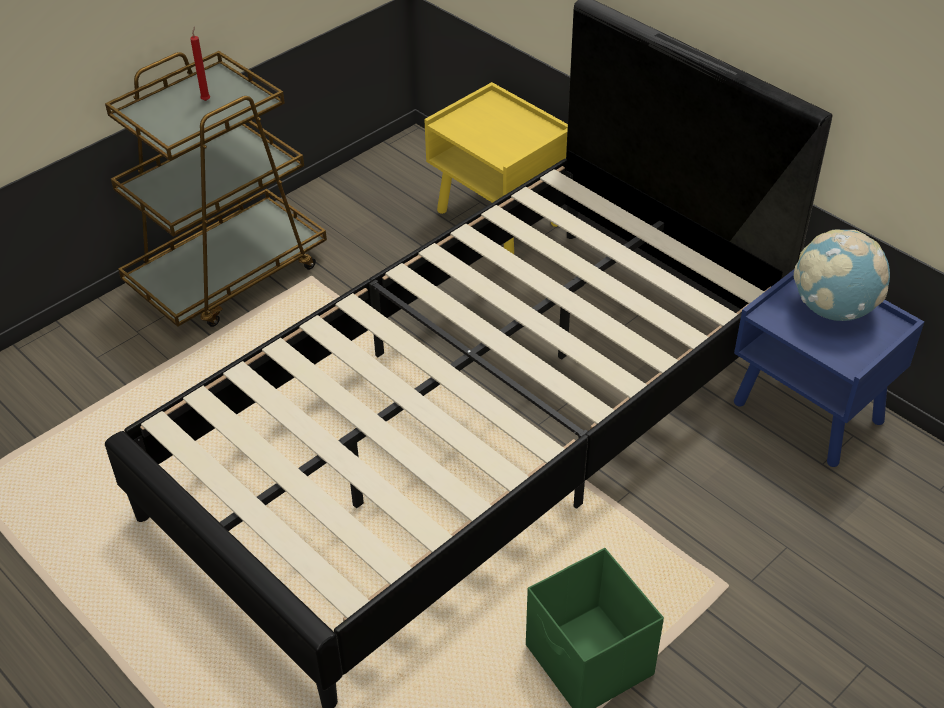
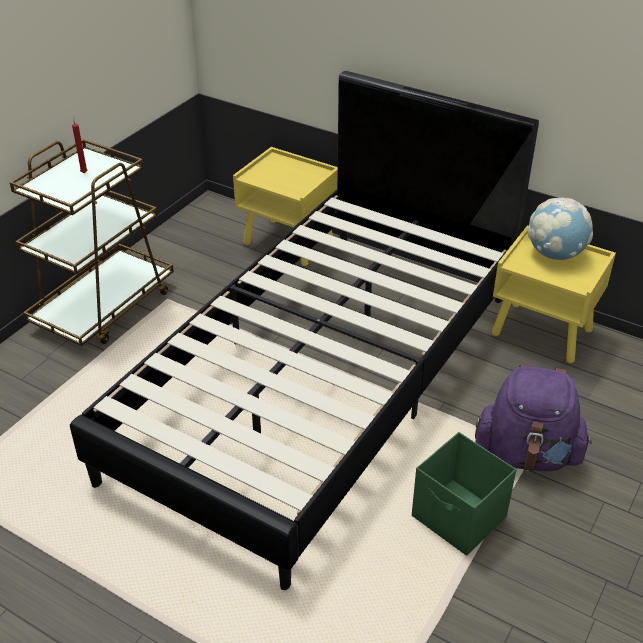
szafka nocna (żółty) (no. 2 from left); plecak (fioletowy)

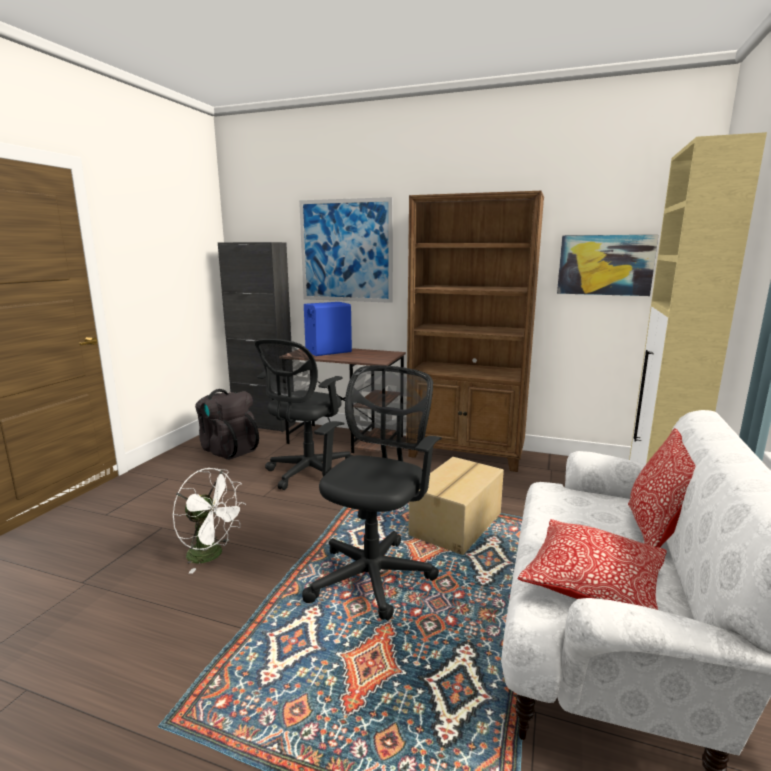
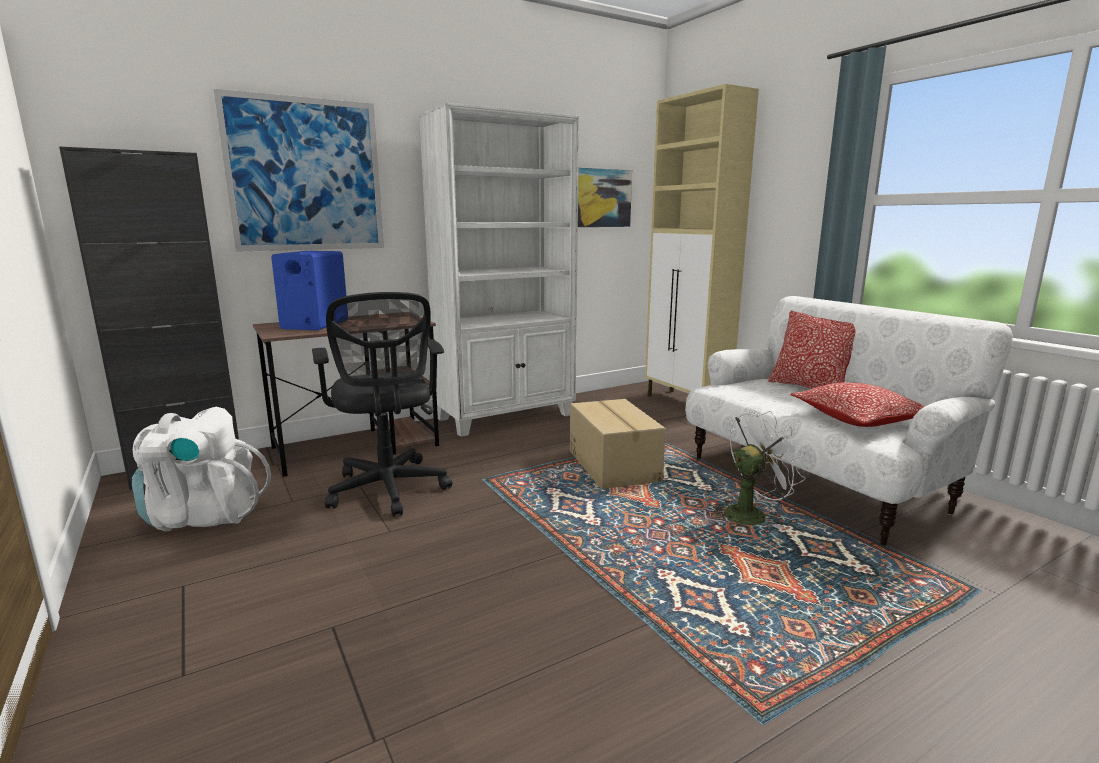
regał (biały); krzesło biurowe (czarny) (no. 2 from left in the first image); plecak (biały); wentylator (biały)

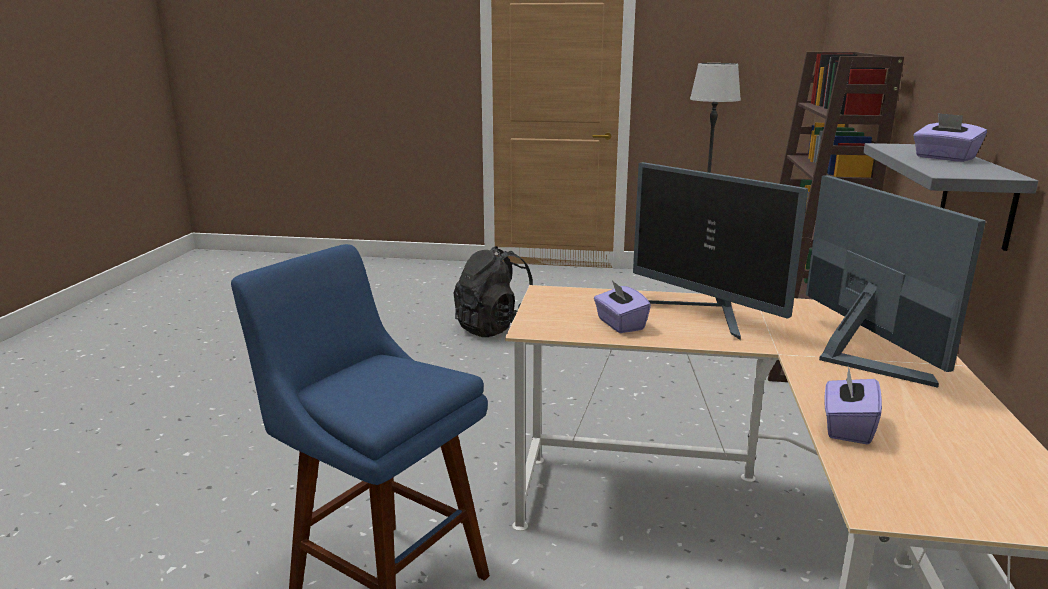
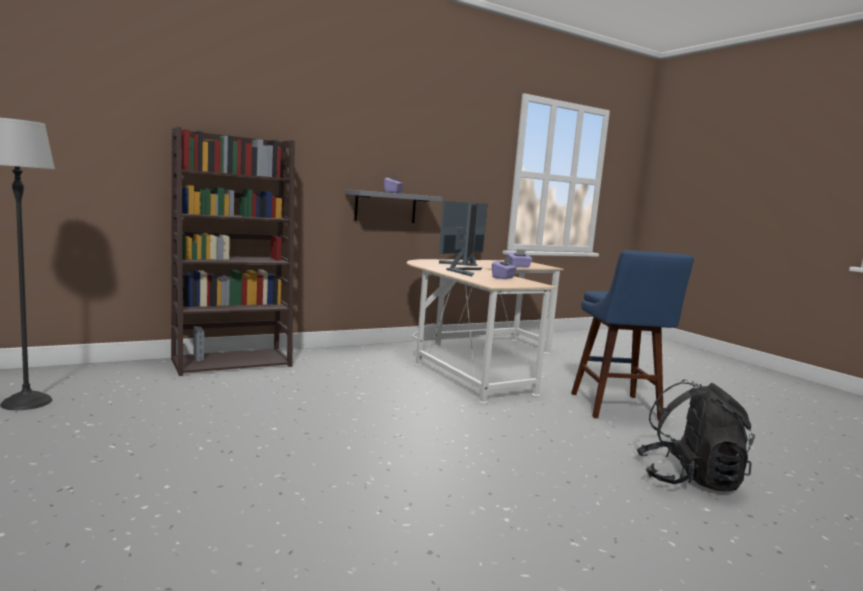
plecak (czarny)

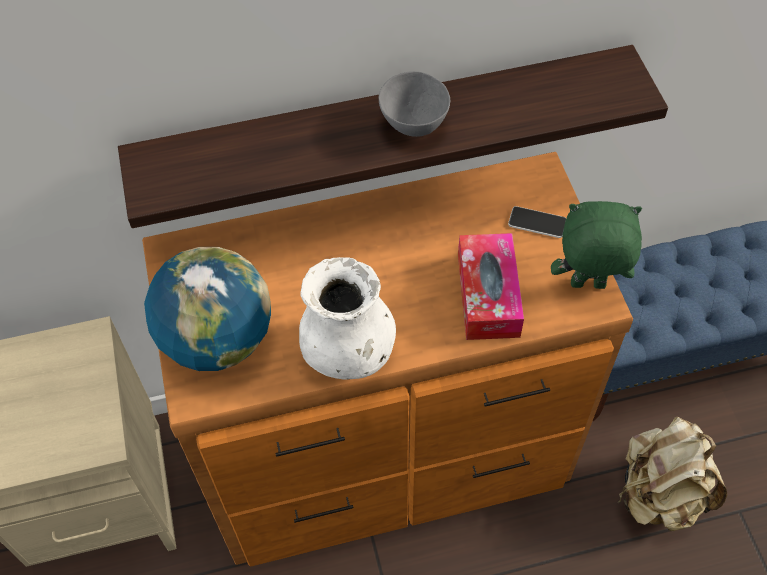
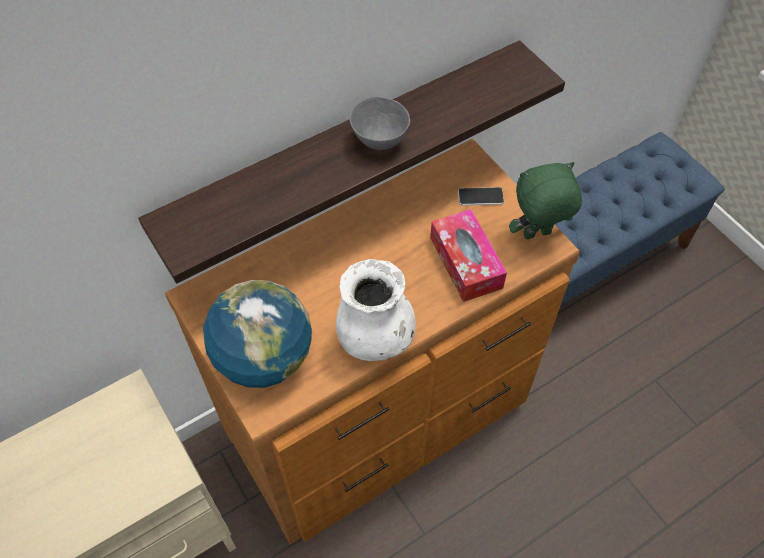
plecak (beżowy)

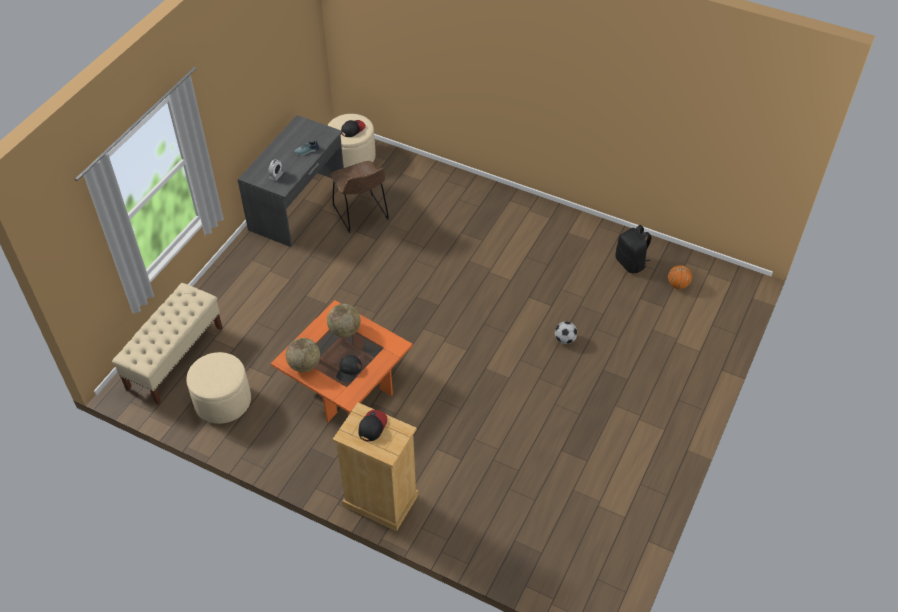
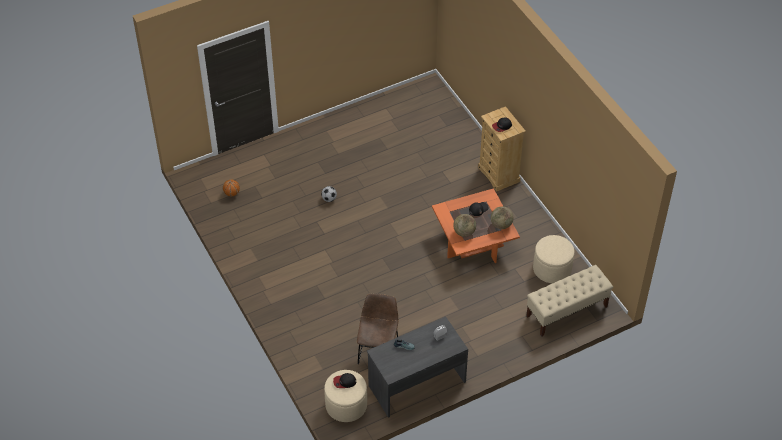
plecak (czarny)

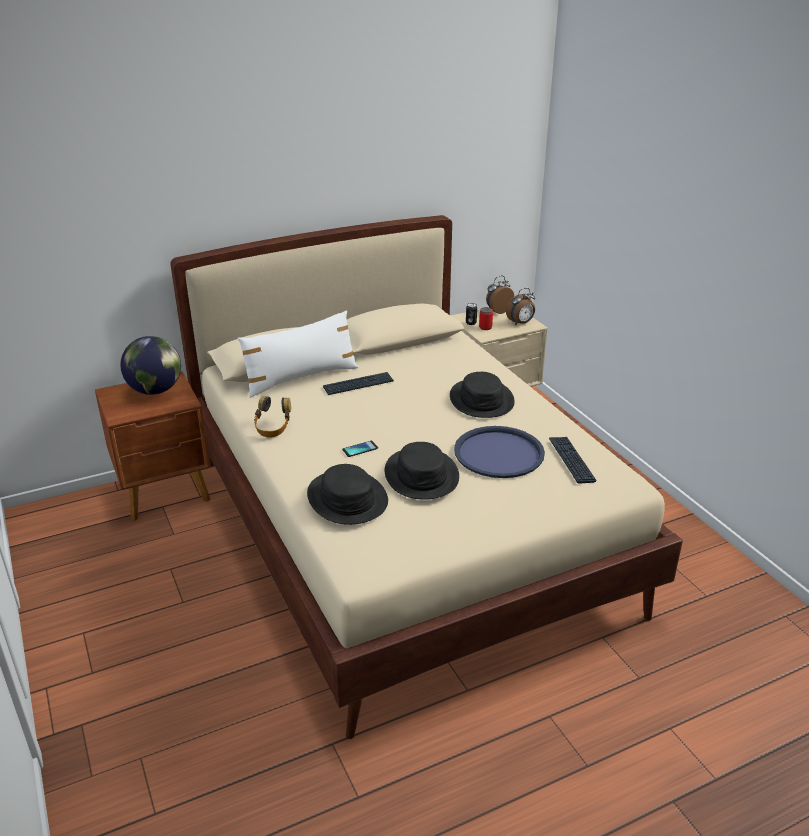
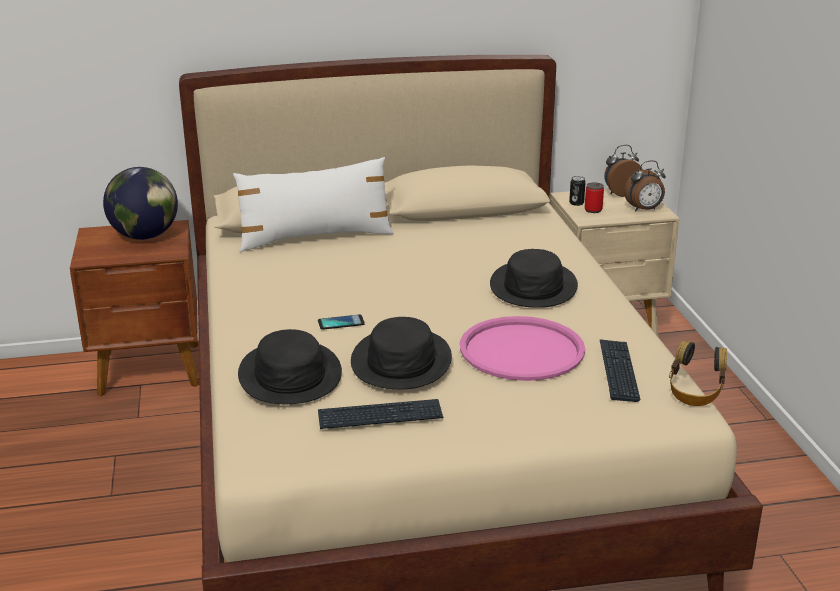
klawiatura (no. 1 from left); słuchawki; taca (różowy)

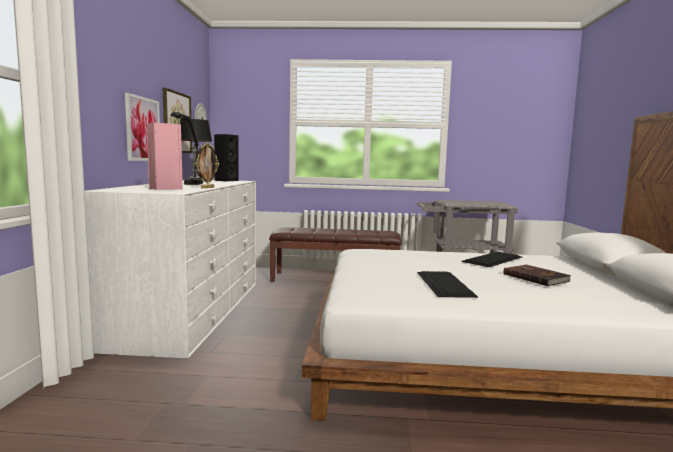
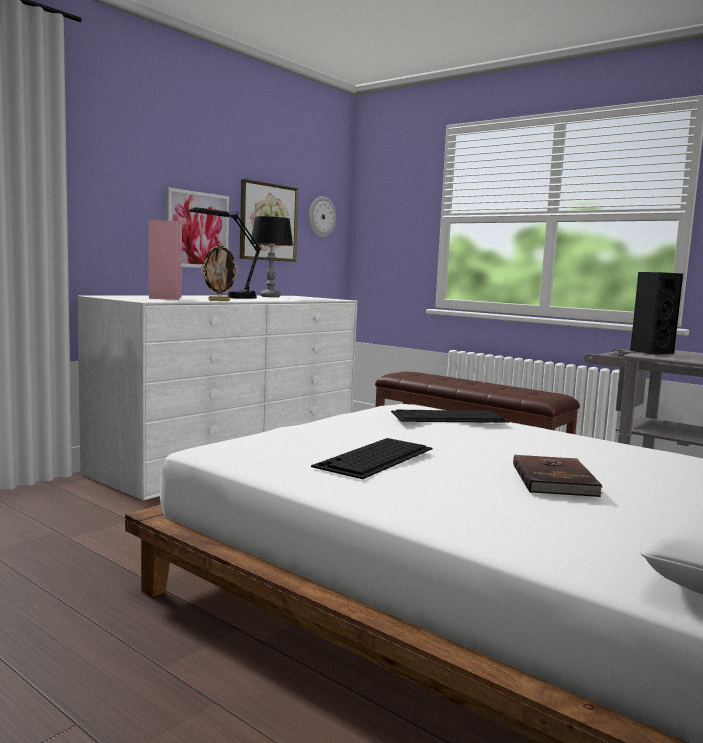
głośnik (czarny); klawiatura (no. 2 from left)

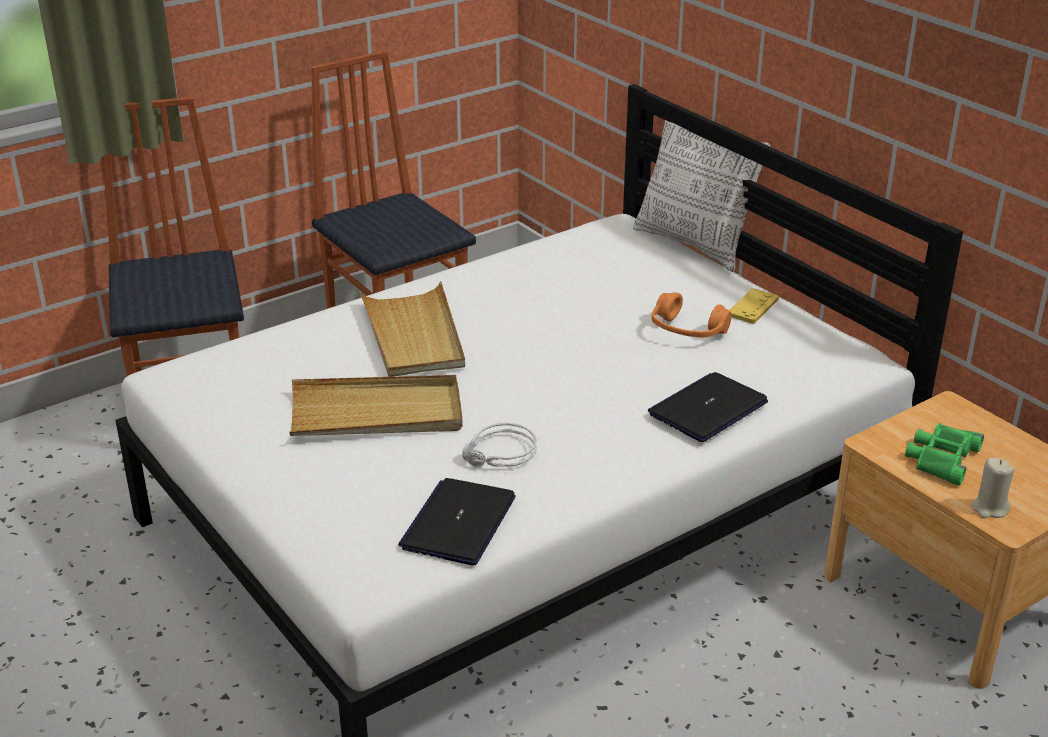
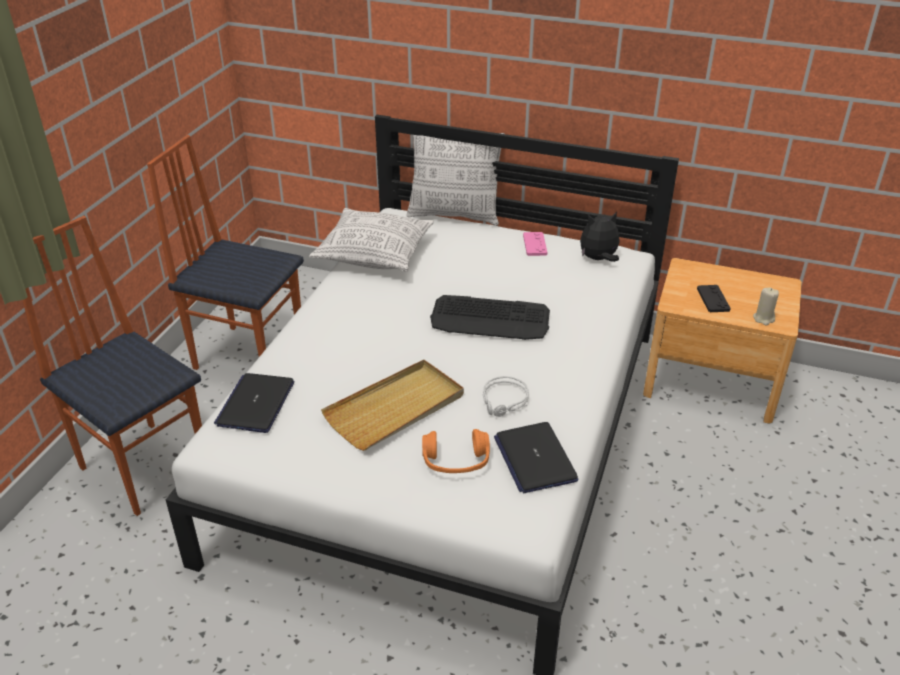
taca (beżowy) (no. 2 from left in the first image); pad do gier (różowy); słuchawki (pomarańczowy); laptop (no. 1 from left); pad do gier (czarny); poduszka (no. 1 from left); pluszak; klawiatura

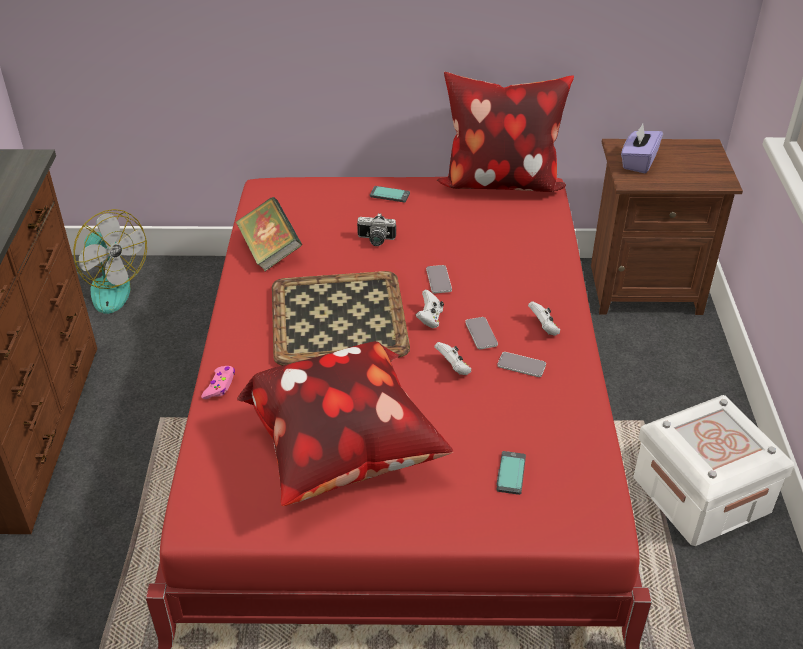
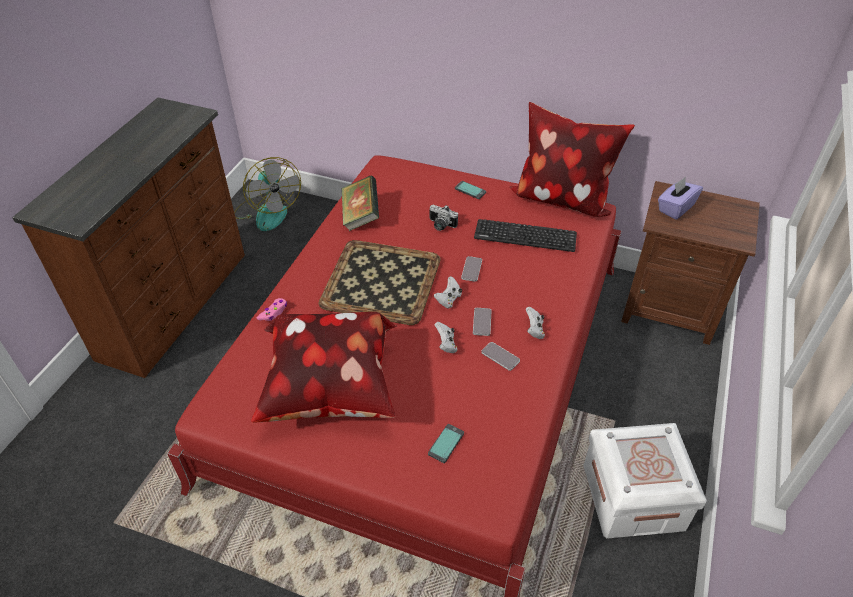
klawiatura

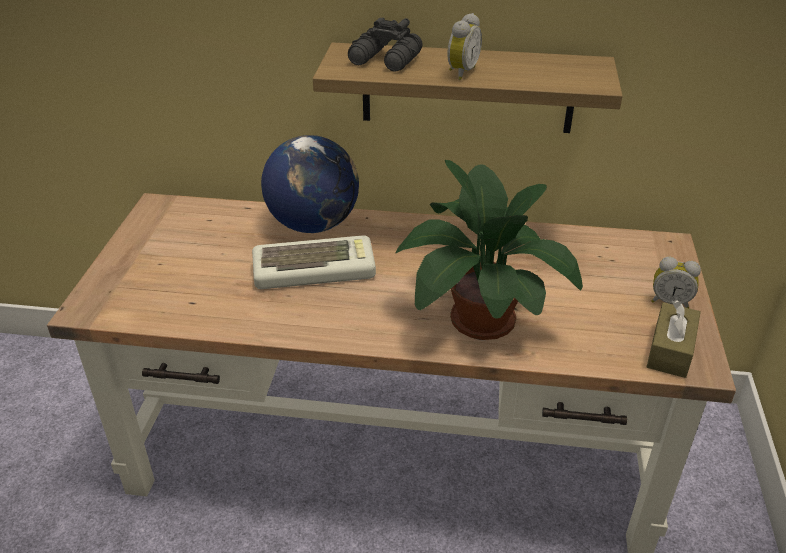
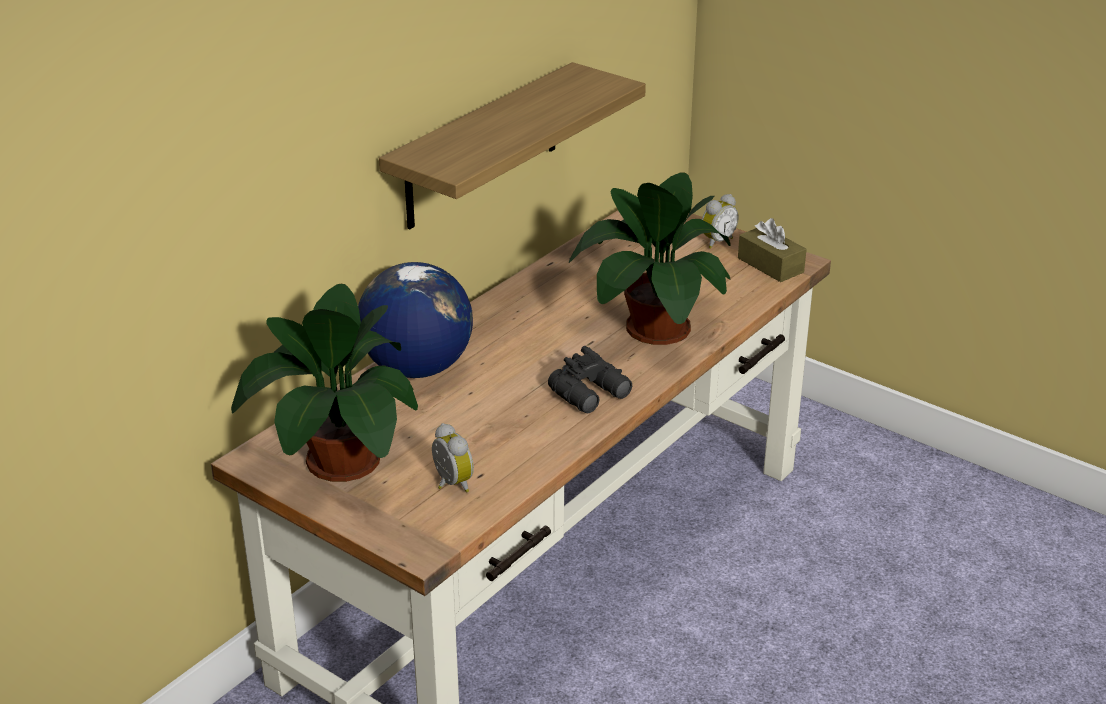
budzik (no. 1 from left); lornetka (czarny); klawiatura; roślina doniczkowa (no. 1 from left)

